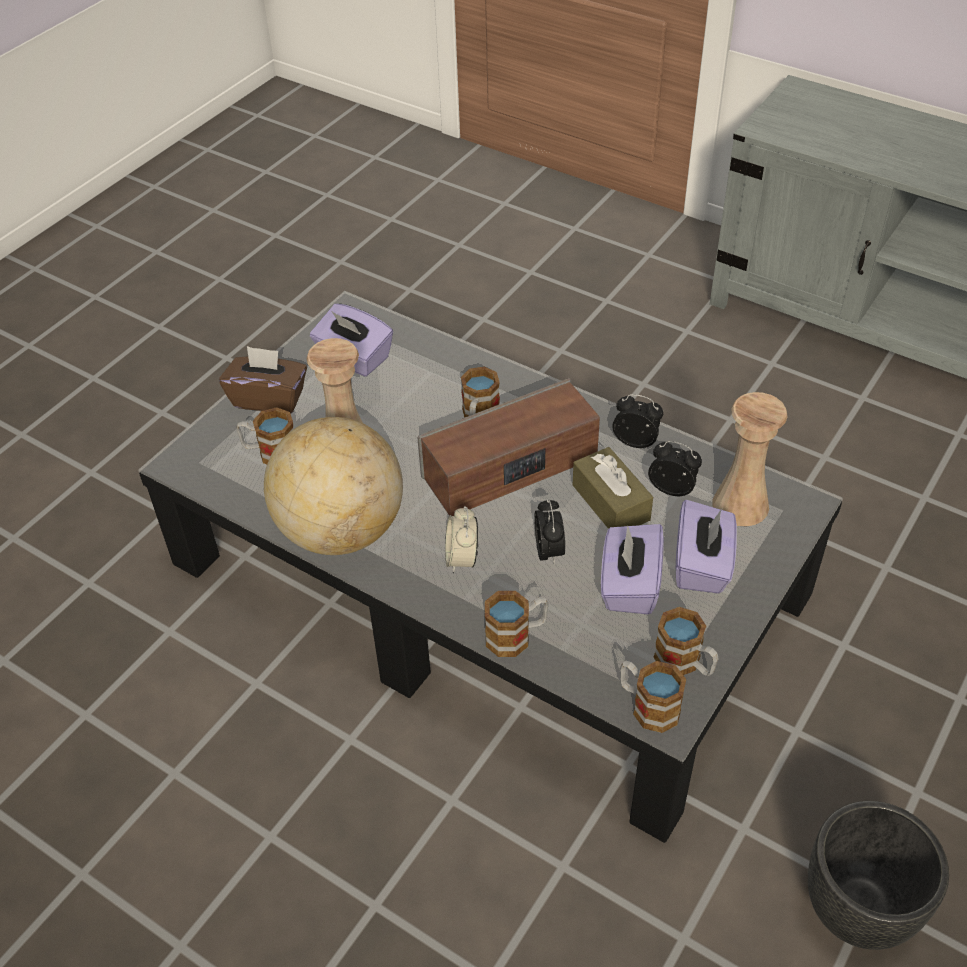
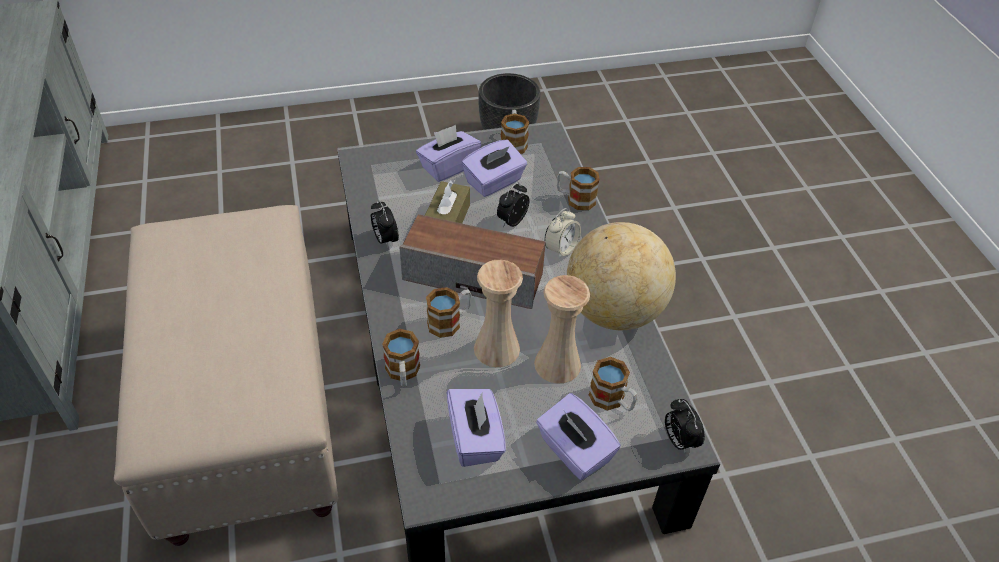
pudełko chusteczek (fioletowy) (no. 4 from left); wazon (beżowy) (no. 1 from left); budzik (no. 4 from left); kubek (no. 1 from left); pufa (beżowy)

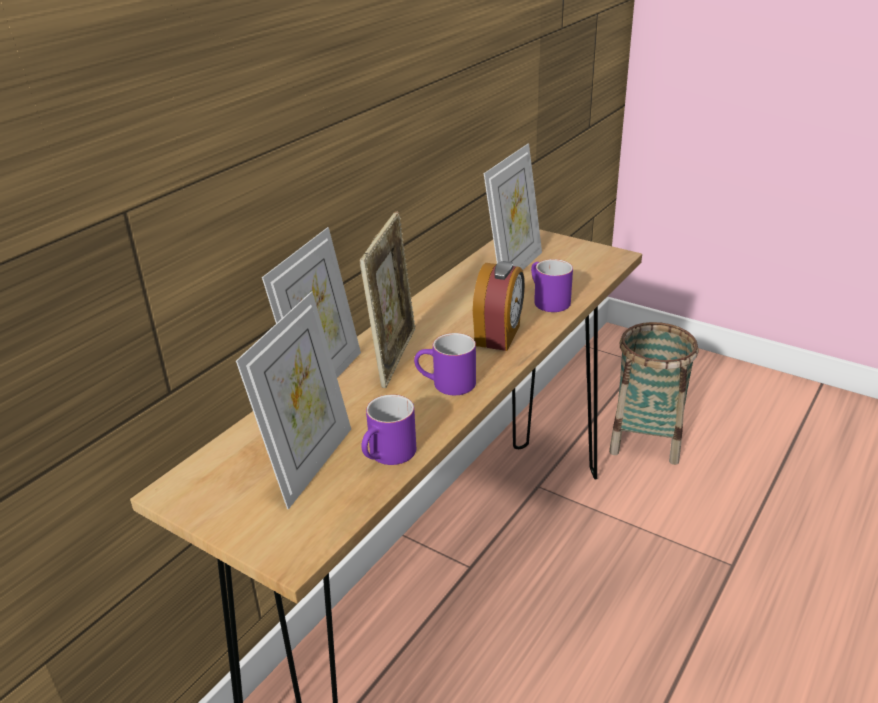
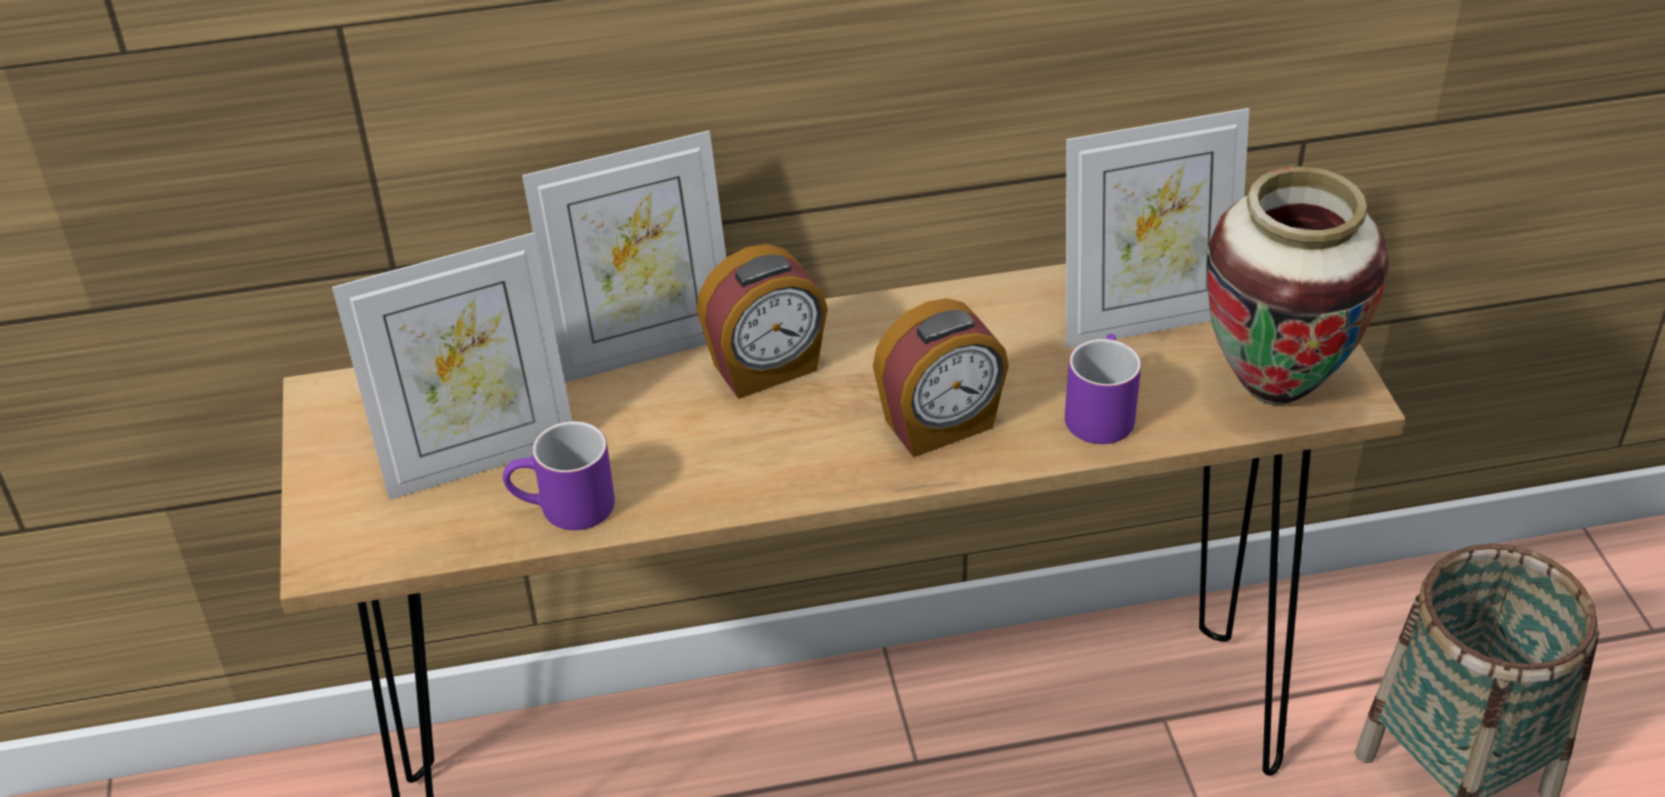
budzik (no. 1 from left); kubek (fioletowy) (no. 2 from left in the first image); wazon

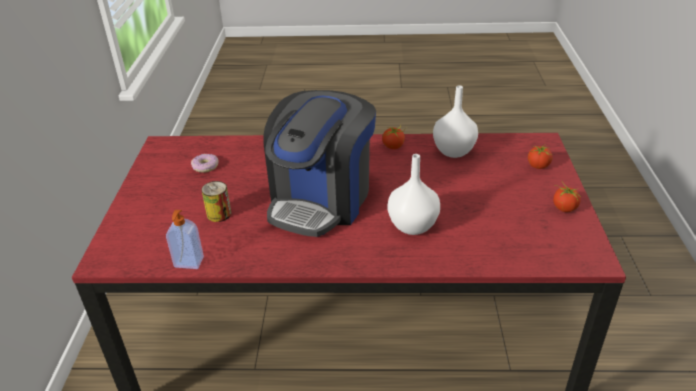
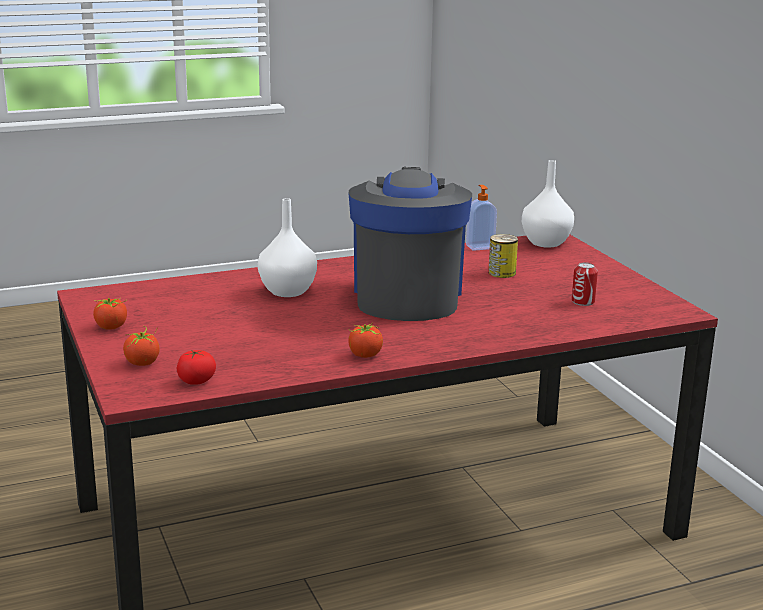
wazon (biały) (no. 2 from left); puszka (no. 2 from left); pomidor (no. 3 from left)

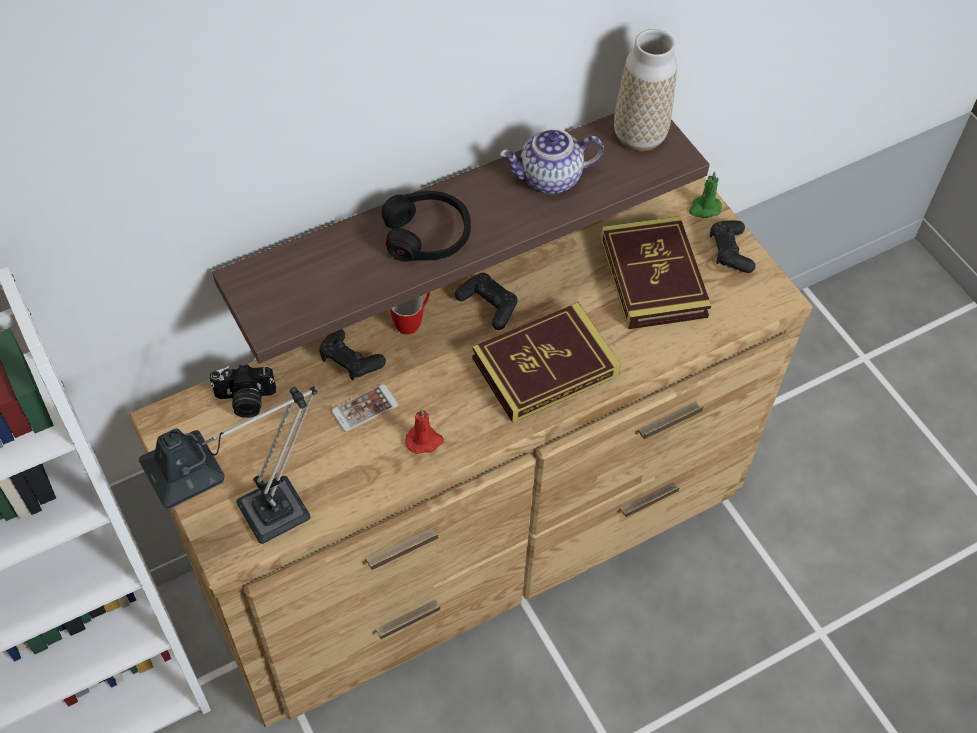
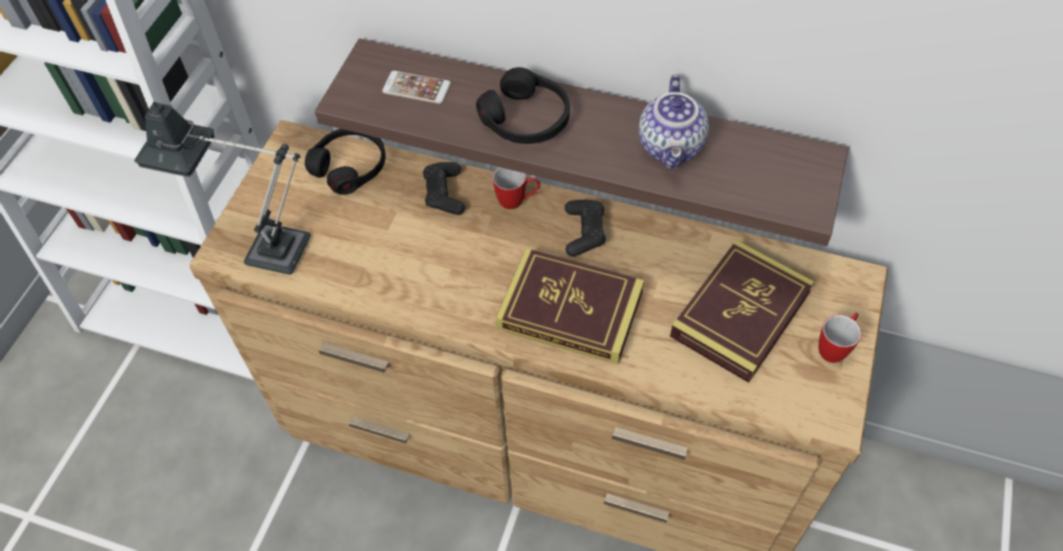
wazon; imbryk; świeca (zielony); kubek (no. 2 from left); słuchawki (czarny) (no. 1 from left); telefon; świeca (czerwony)

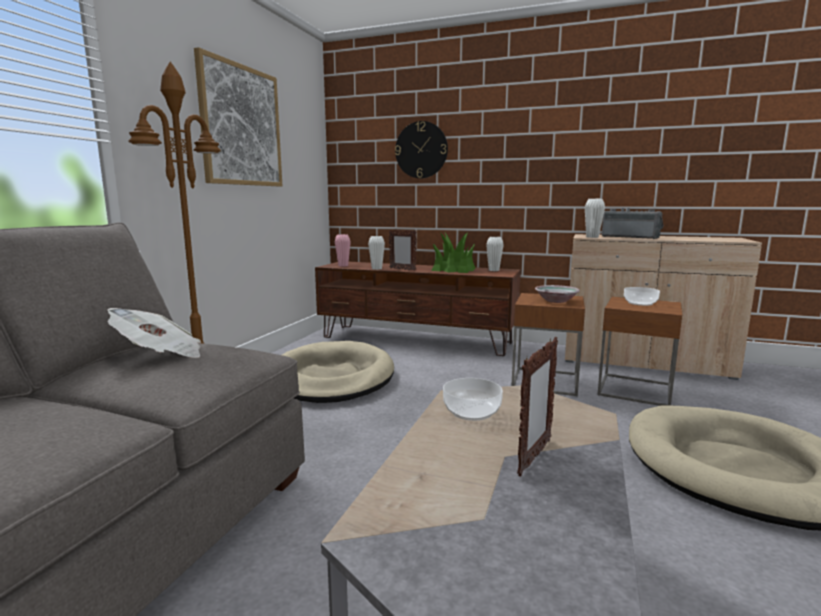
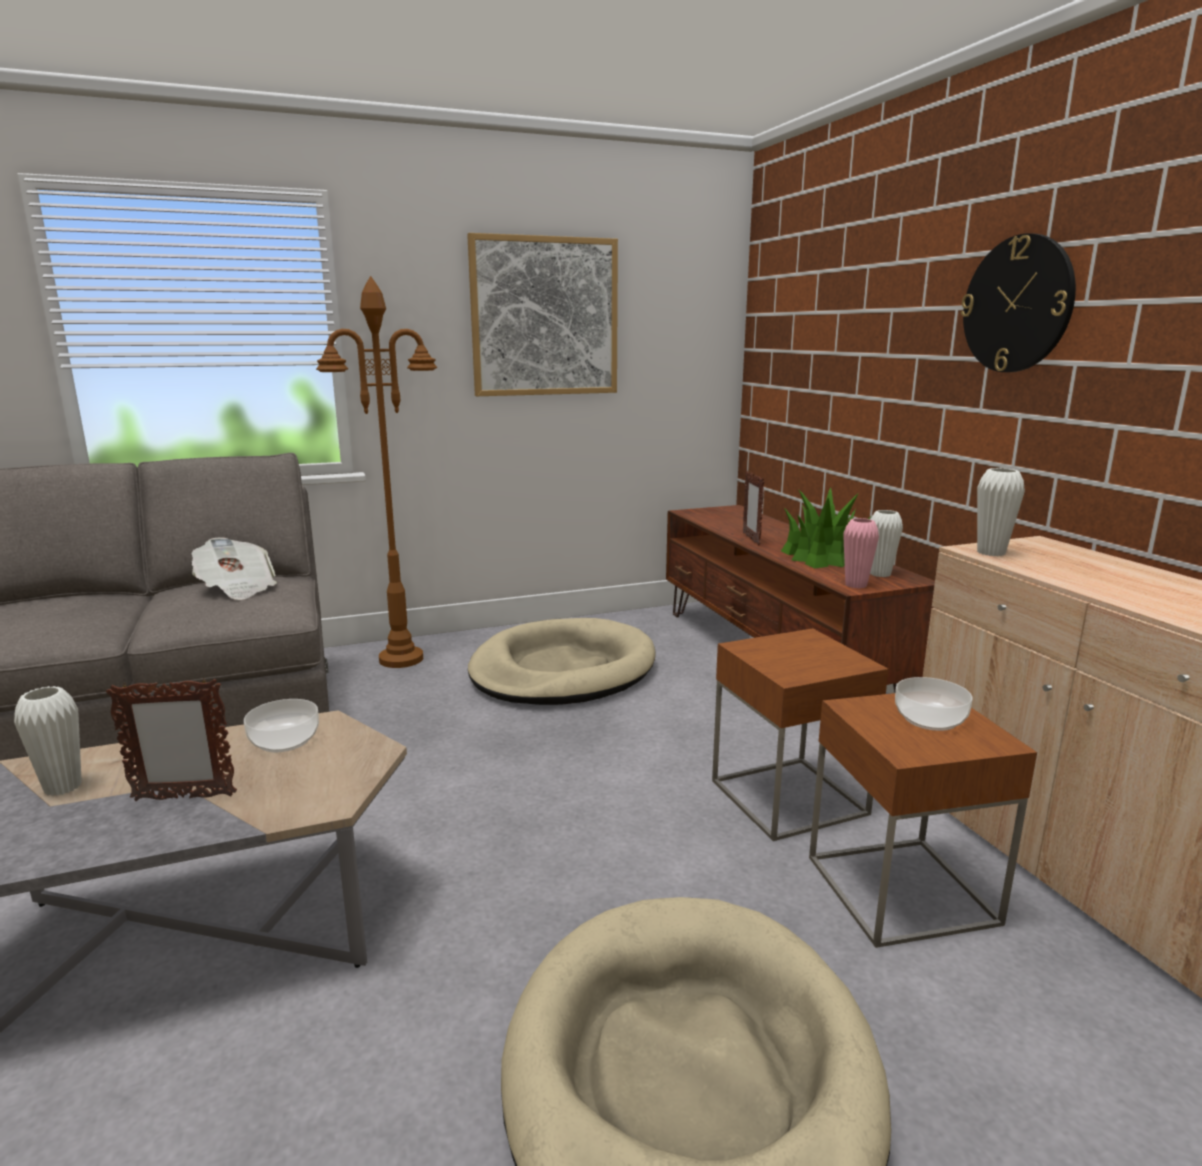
zegar ścienny; radio; wazon (różowy); wazon (biały) (no. 1 from left); miska (no. 2 from left in the first image)

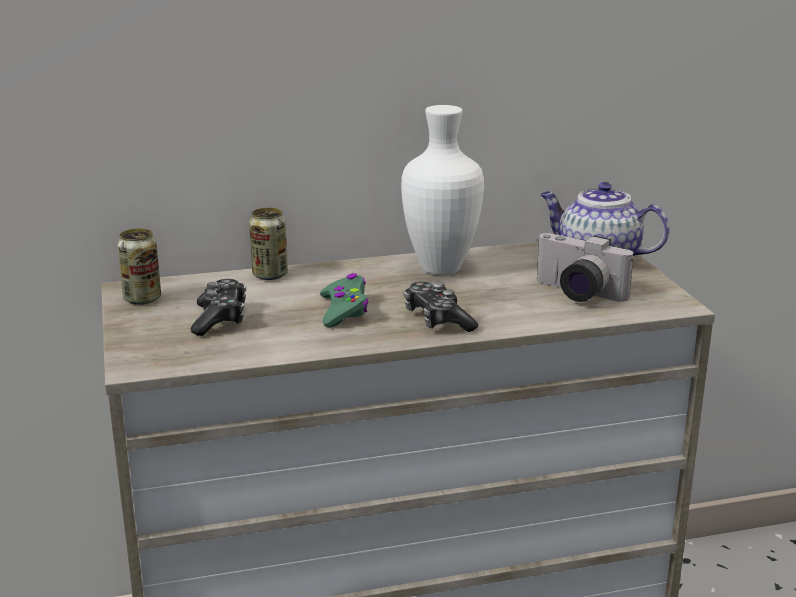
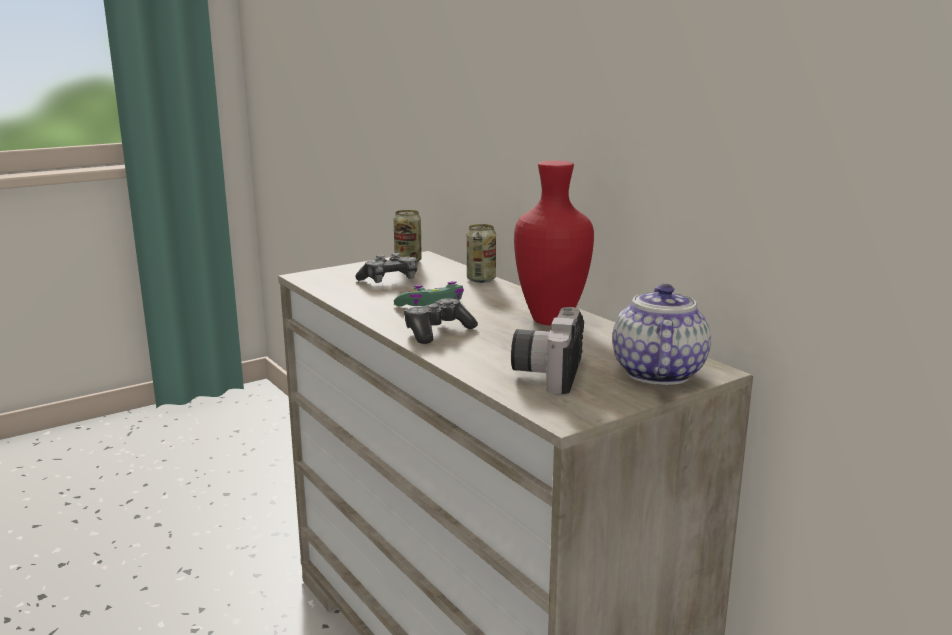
wazon (czerwony)

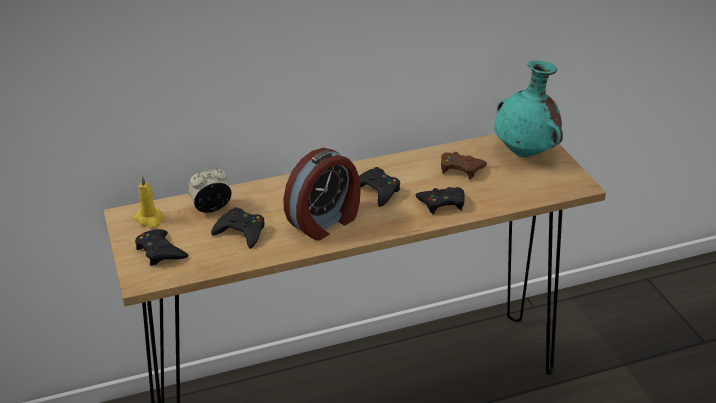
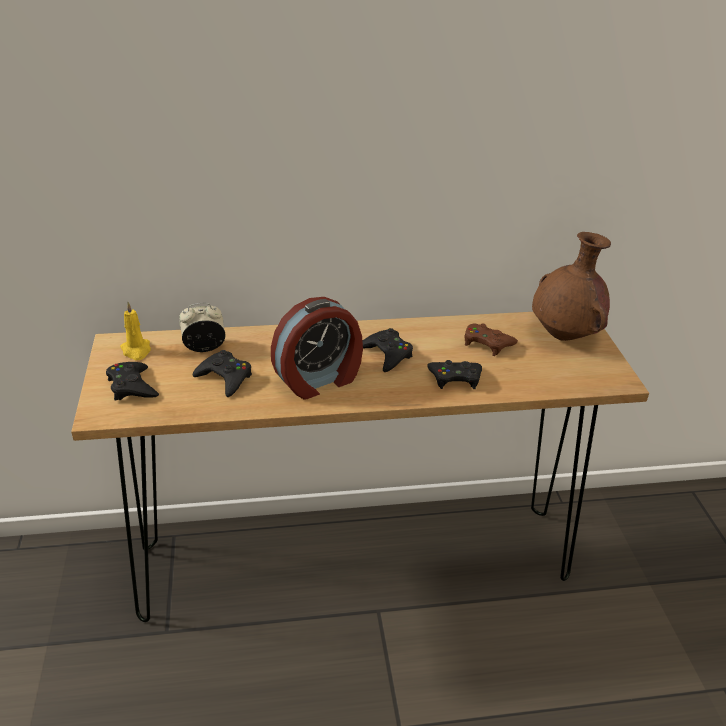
wazon (brązowy)

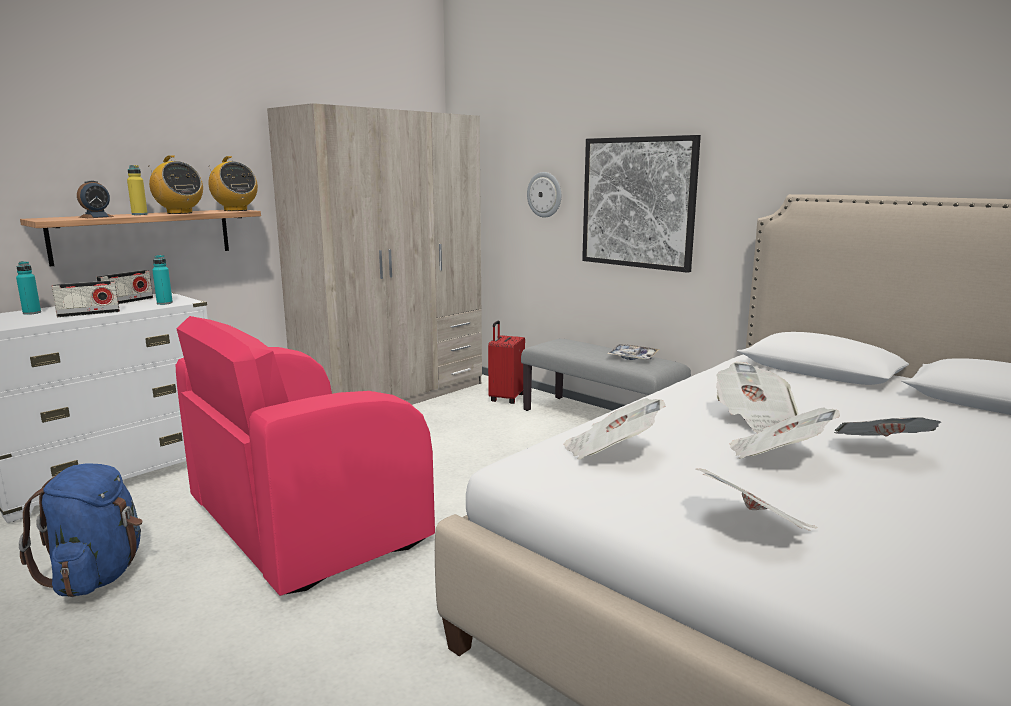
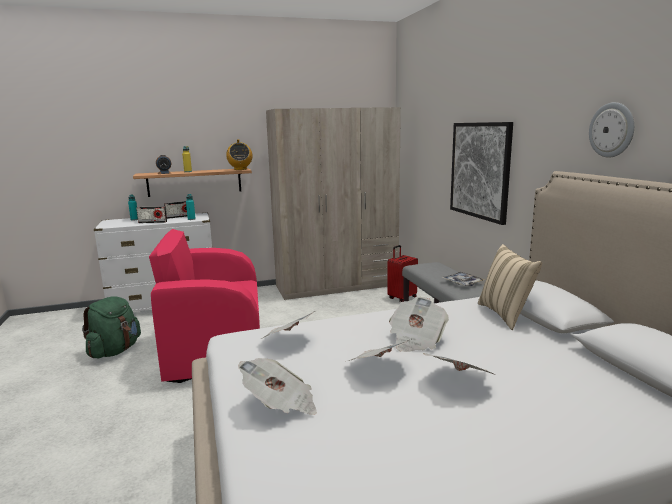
radio (no. 3 from left in the first image); zegar ścienny; plecak (zielony); poduszka (beżowy)

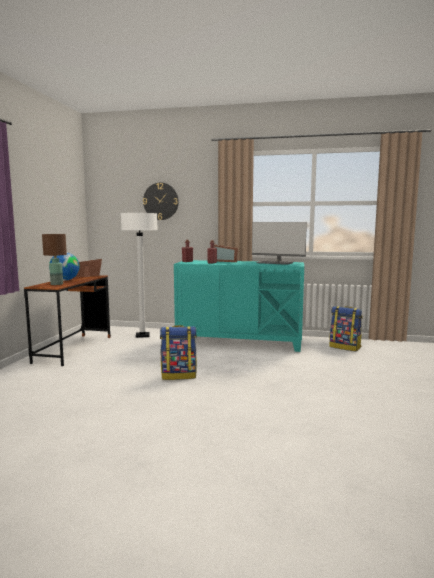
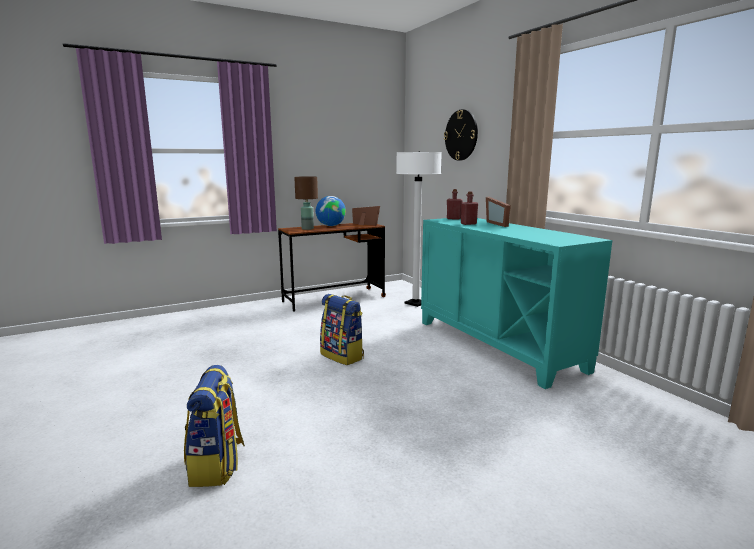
monitor; plecak (no. 1 from left)

